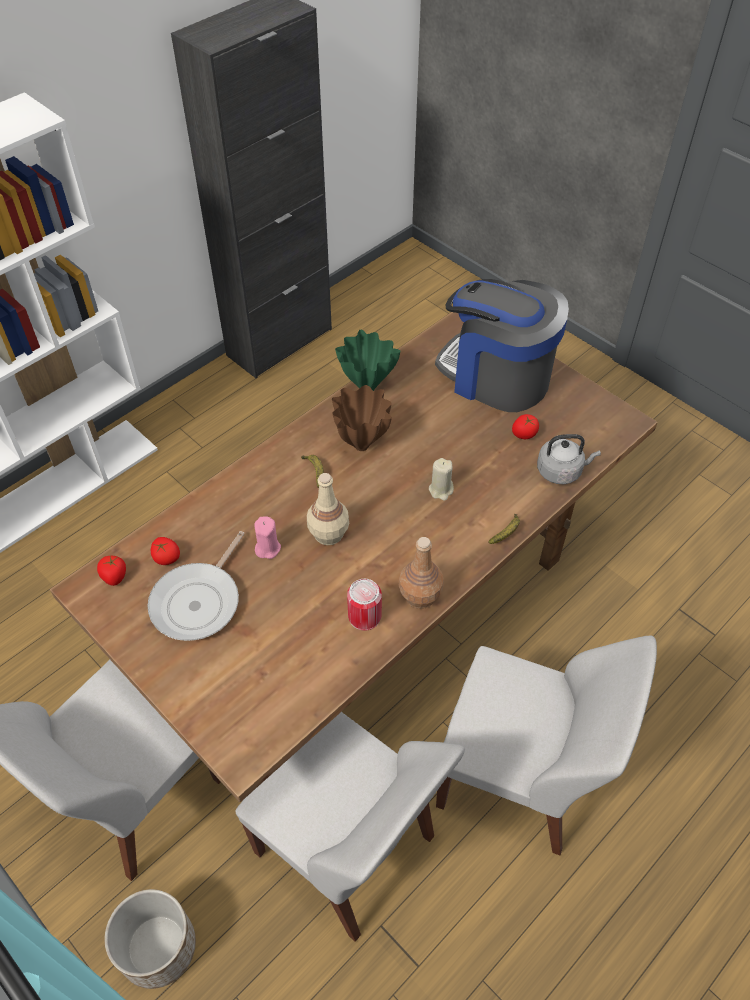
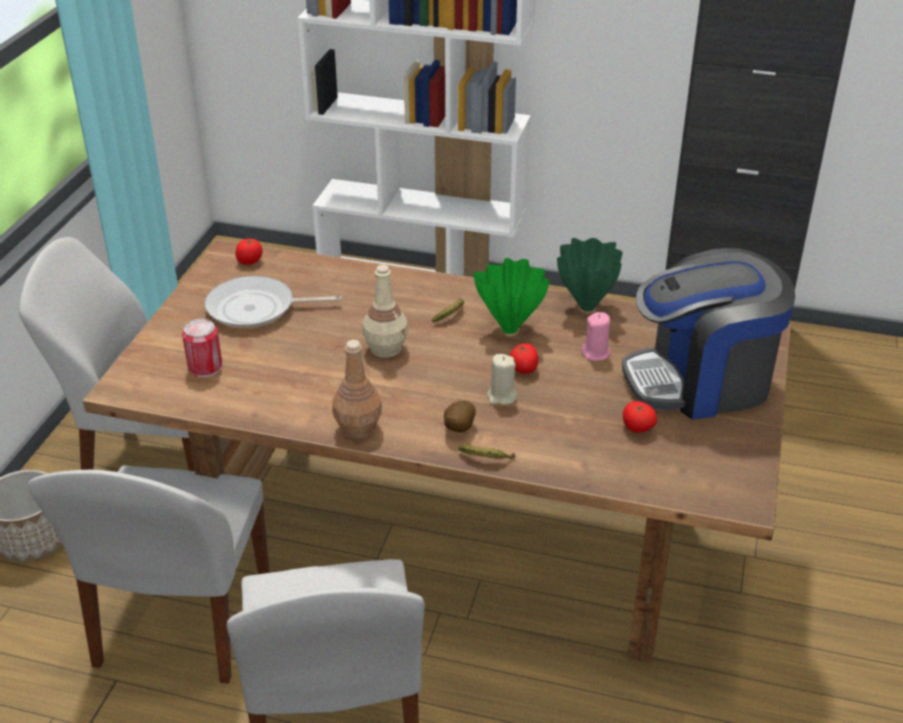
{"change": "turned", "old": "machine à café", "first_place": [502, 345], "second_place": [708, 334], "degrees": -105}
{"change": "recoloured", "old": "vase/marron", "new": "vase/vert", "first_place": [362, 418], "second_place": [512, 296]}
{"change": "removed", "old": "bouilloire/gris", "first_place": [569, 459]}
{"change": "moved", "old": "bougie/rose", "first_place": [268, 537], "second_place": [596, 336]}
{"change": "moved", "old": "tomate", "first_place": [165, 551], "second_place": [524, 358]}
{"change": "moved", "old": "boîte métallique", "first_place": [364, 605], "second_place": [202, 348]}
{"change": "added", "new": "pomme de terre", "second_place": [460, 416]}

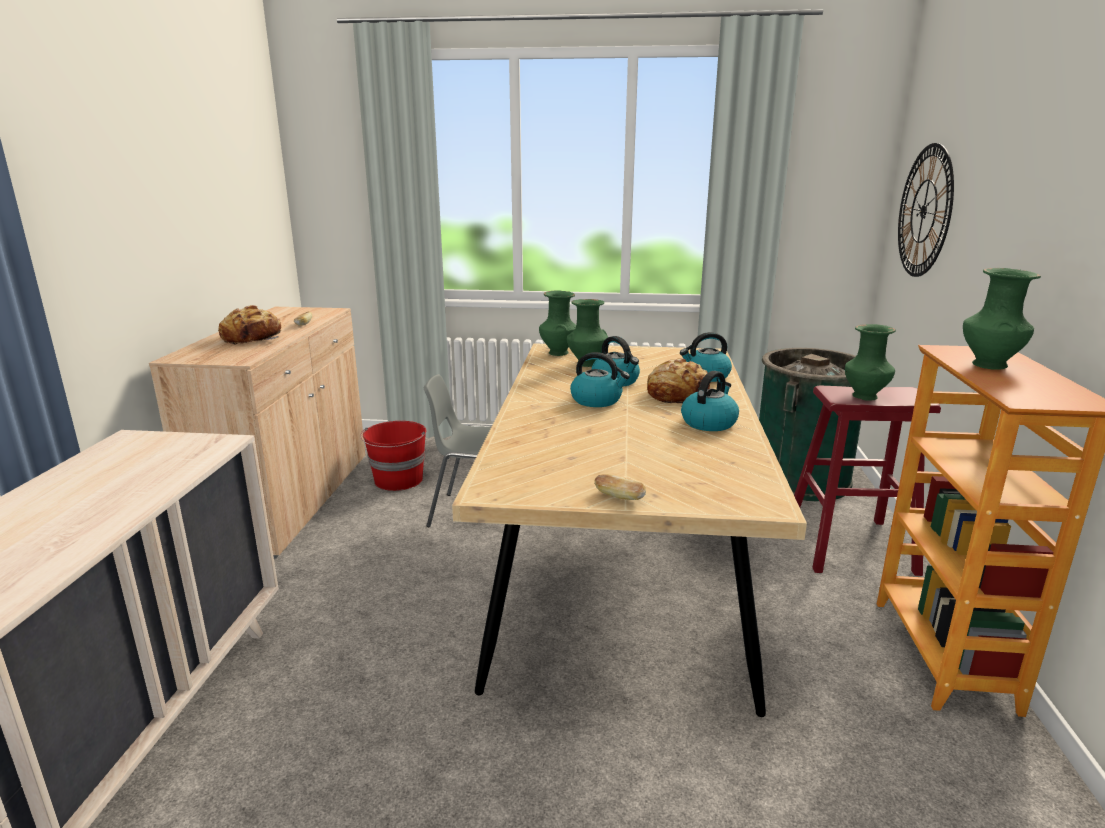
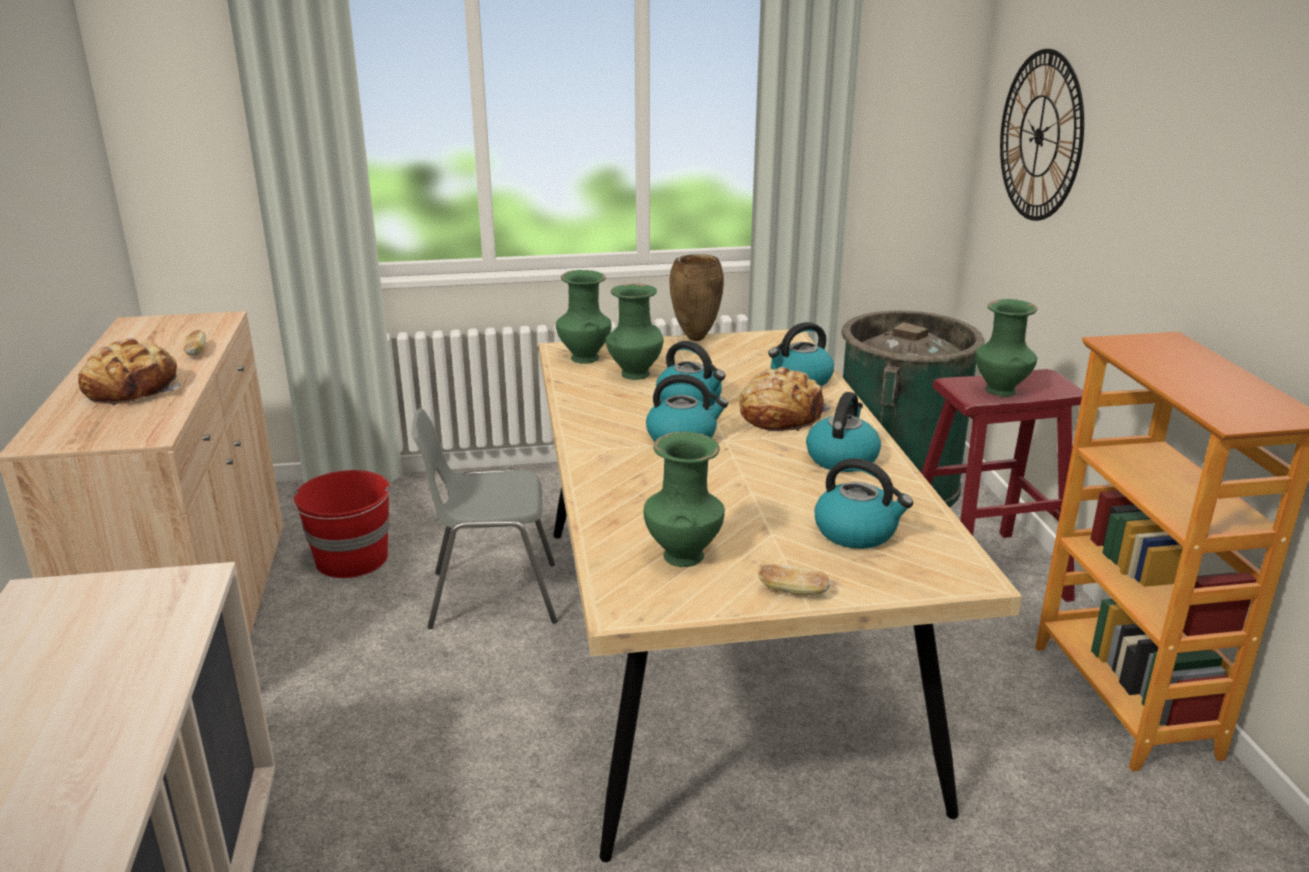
{"change": "moved", "old": "vase/vert", "first_place": [1002, 319], "second_place": [684, 499]}
{"change": "added", "new": "vase/marron", "second_place": [696, 297]}
{"change": "added", "new": "bouilloire", "second_place": [864, 504]}

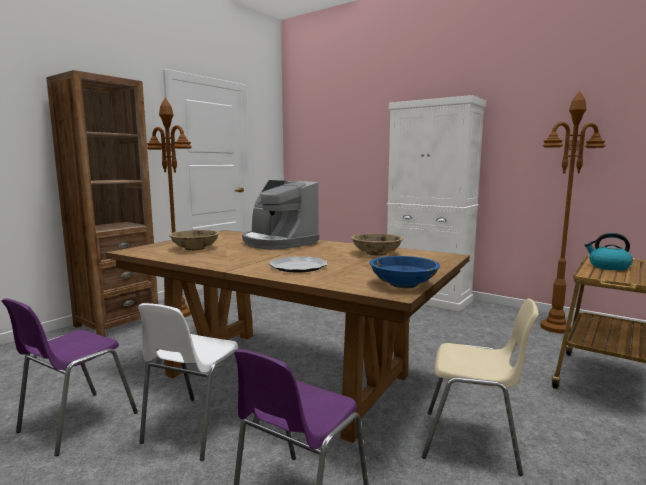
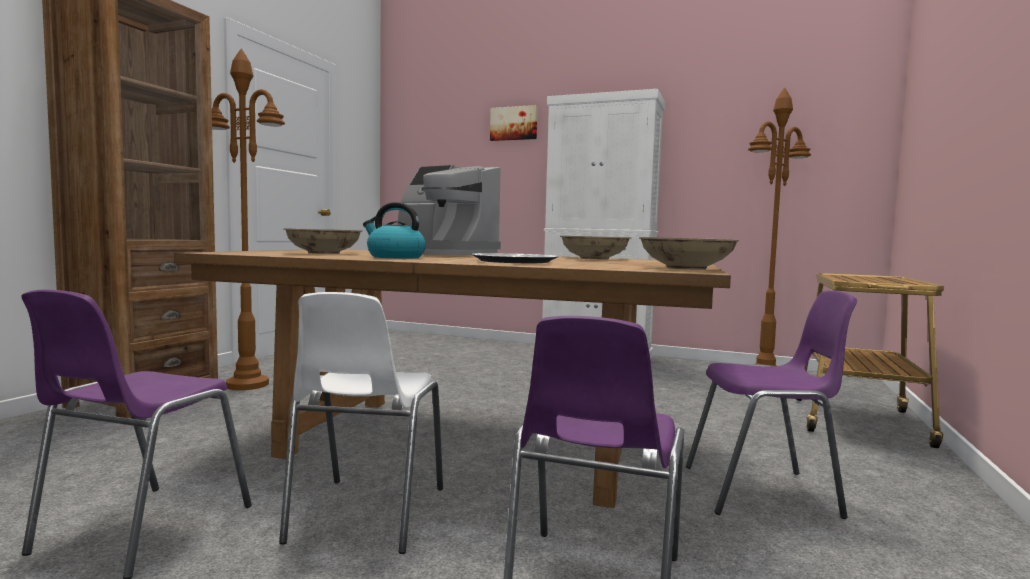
{"change": "moved", "old": "bouilloire", "first_place": [608, 251], "second_place": [394, 230]}
{"change": "recoloured", "old": "bol/bleu", "new": "bol/beige", "first_place": [404, 272], "second_place": [689, 253]}
{"change": "recoloured", "old": "chaise/beige", "new": "chaise/violet", "first_place": [480, 387], "second_place": [771, 404]}
{"change": "added", "new": "tableau", "second_place": [514, 123]}

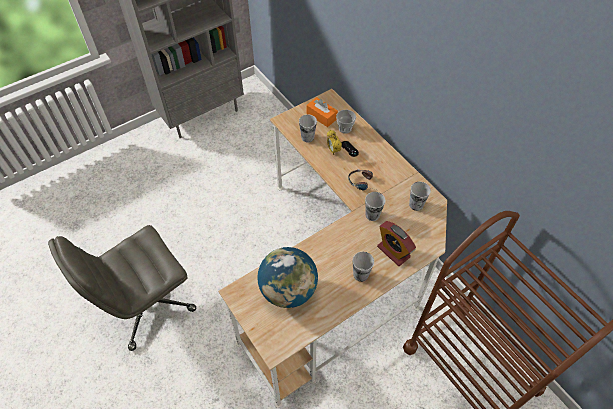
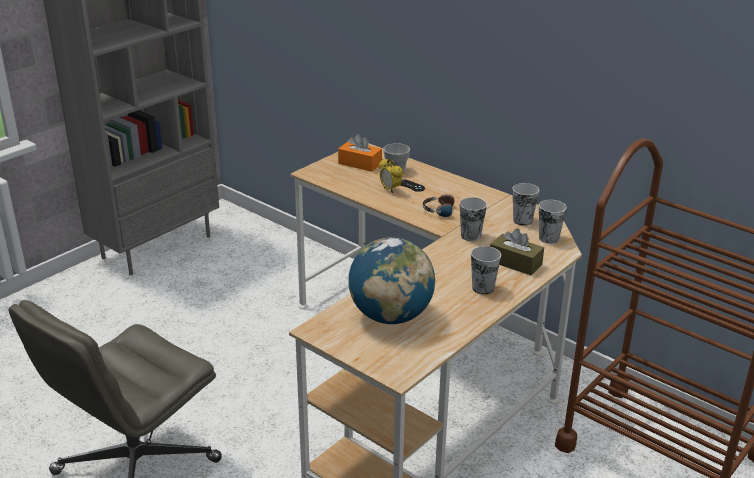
{"change": "moved", "old": "tasse", "first_place": [308, 128], "second_place": [553, 222]}
{"change": "replaced", "old": "réveil", "new": "boîte à mouchoirs/marron", "first_place": [396, 243], "second_place": [517, 251]}

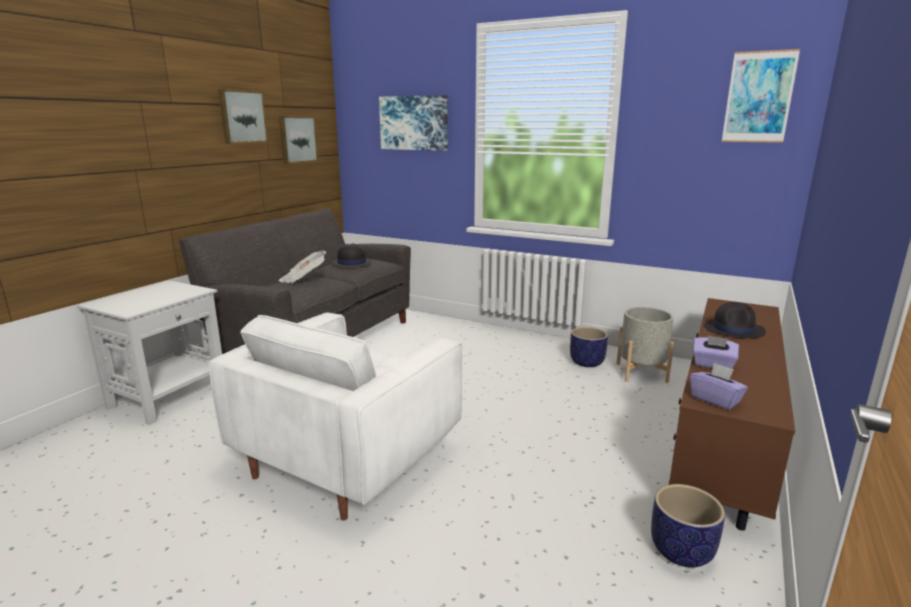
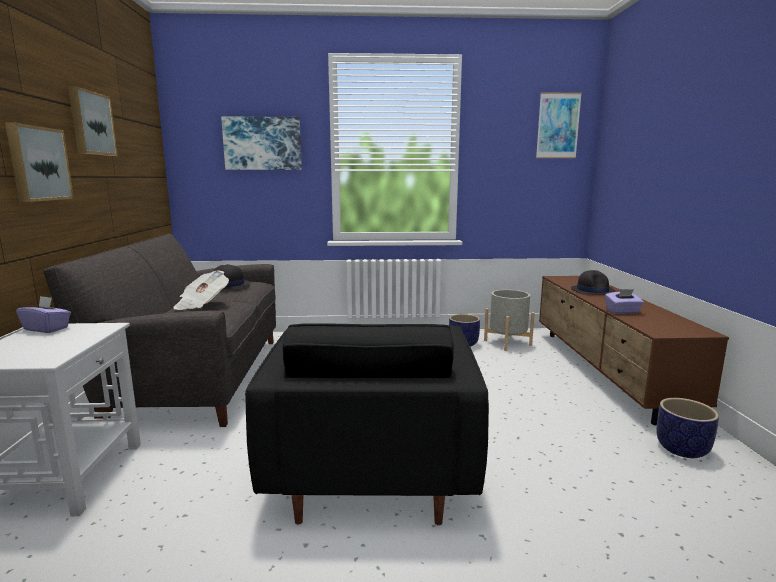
{"change": "moved", "old": "tableau", "first_place": [298, 140], "second_place": [39, 162]}
{"change": "recoloured", "old": "fauteuil/blanc", "new": "fauteuil/noir", "first_place": [336, 416], "second_place": [367, 424]}
{"change": "moved", "old": "boîte à mouchoirs/violet", "first_place": [719, 386], "second_place": [43, 314]}

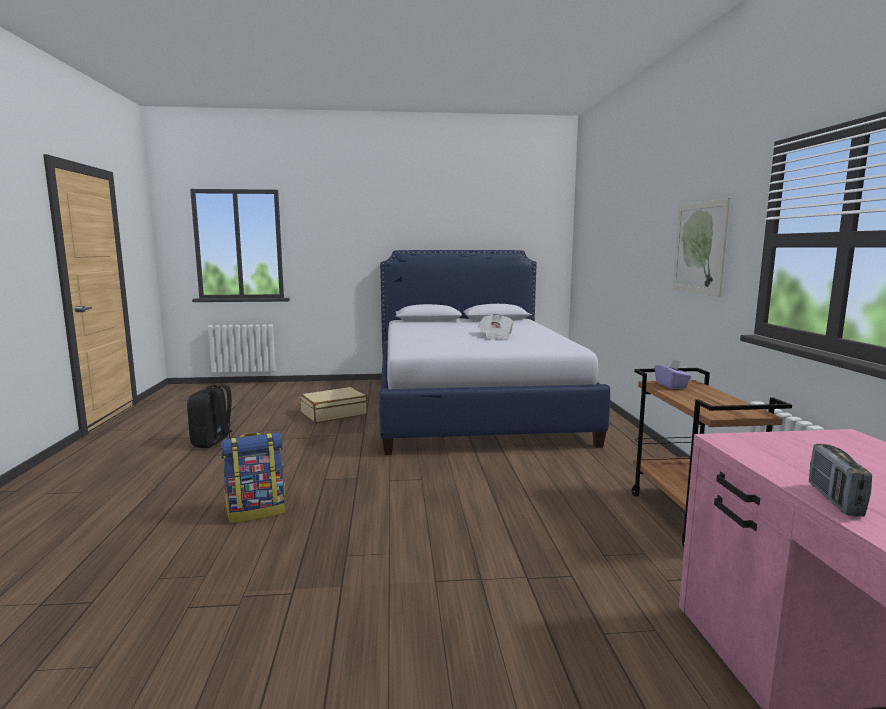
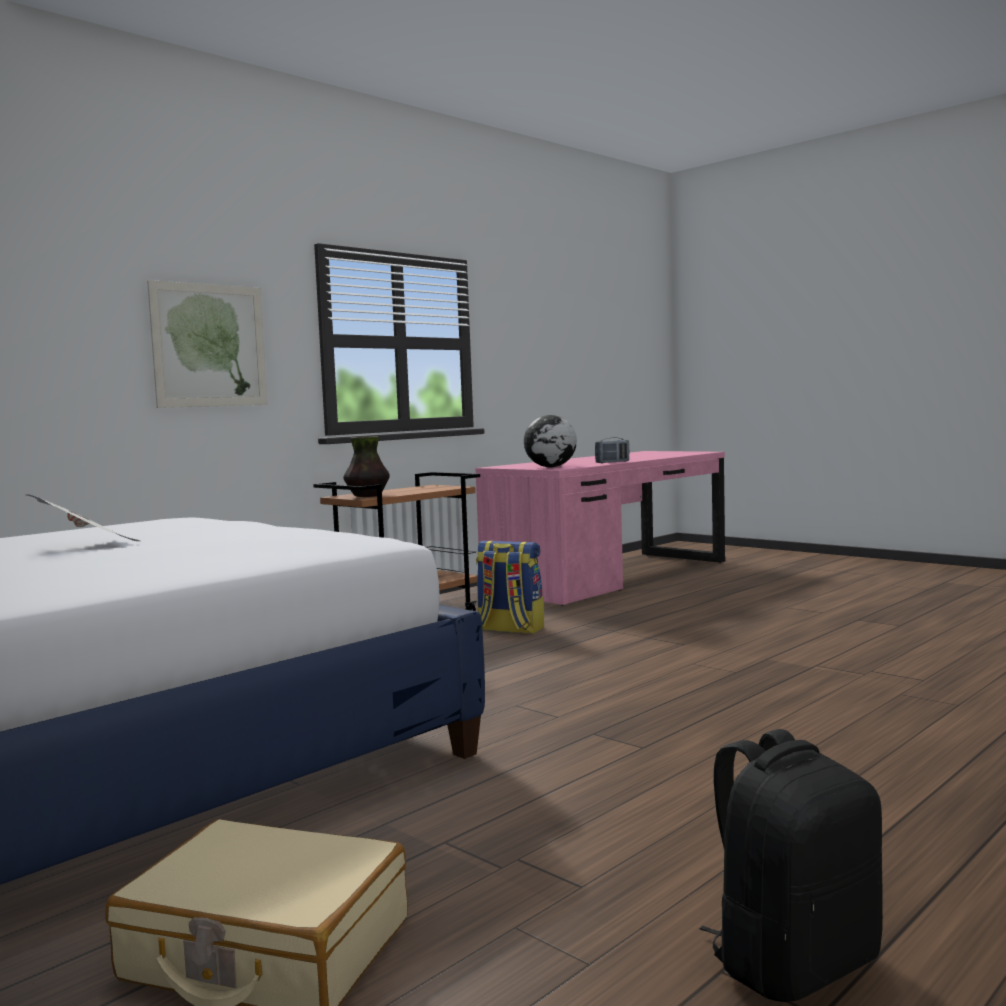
{"change": "replaced", "old": "boîte à mouchoirs/violet", "new": "vase", "first_place": [672, 374], "second_place": [367, 466]}
{"change": "moved", "old": "sac à dos", "first_place": [253, 478], "second_place": [510, 587]}
{"change": "added", "new": "globe", "second_place": [550, 441]}

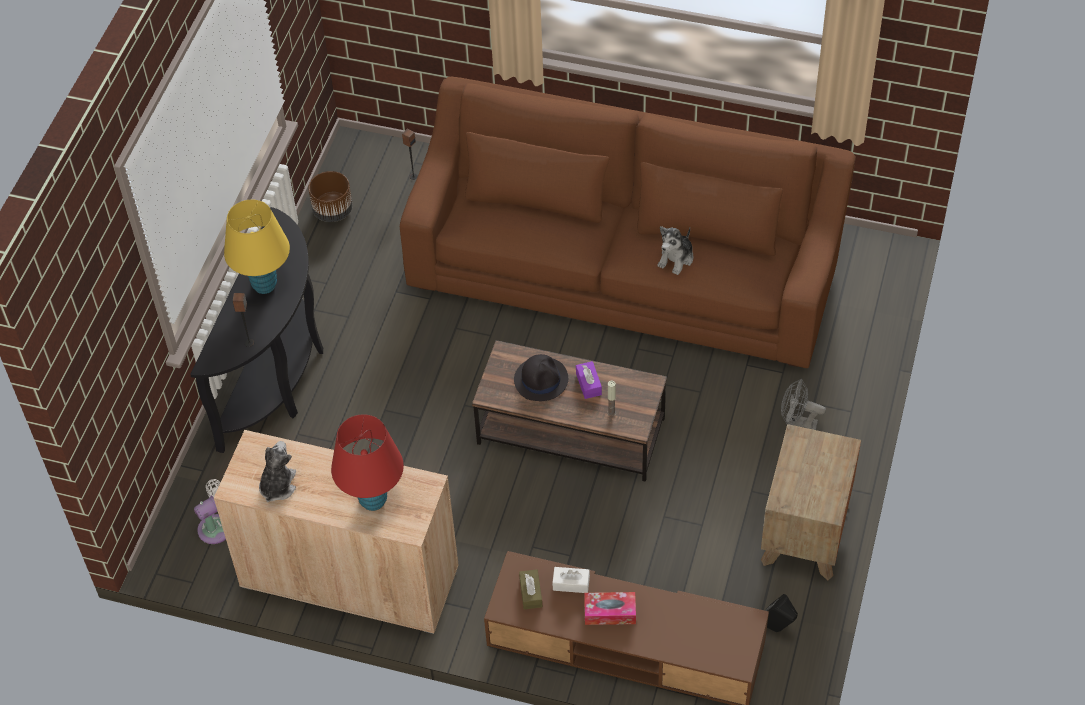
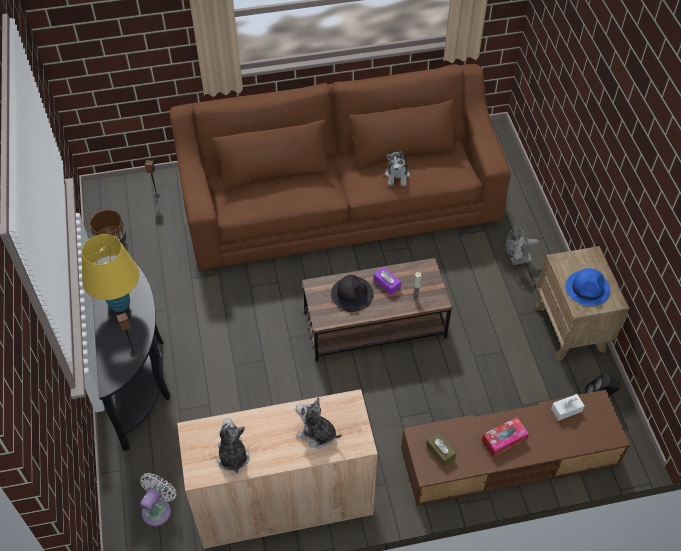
{"change": "replaced", "old": "lampe de table/rouge", "new": "peluche", "first_place": [367, 462], "second_place": [319, 423]}
{"change": "moved", "old": "boîte à mouchoirs/blanc", "first_place": [571, 580], "second_place": [568, 407]}
{"change": "added", "new": "chapeau/bleu", "second_place": [588, 287]}

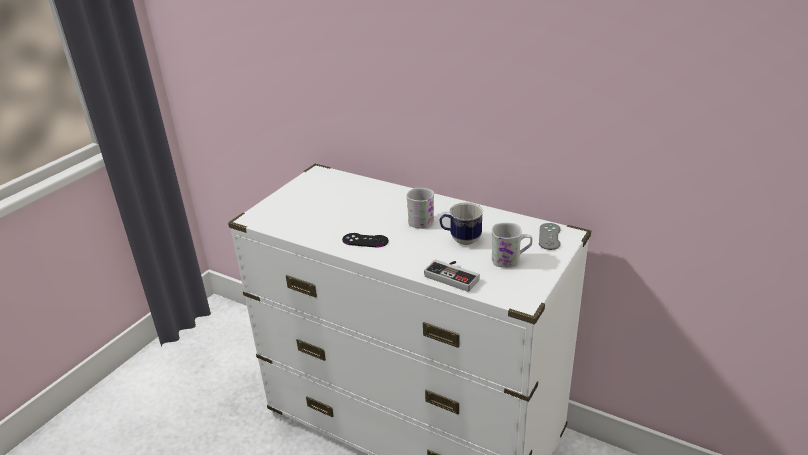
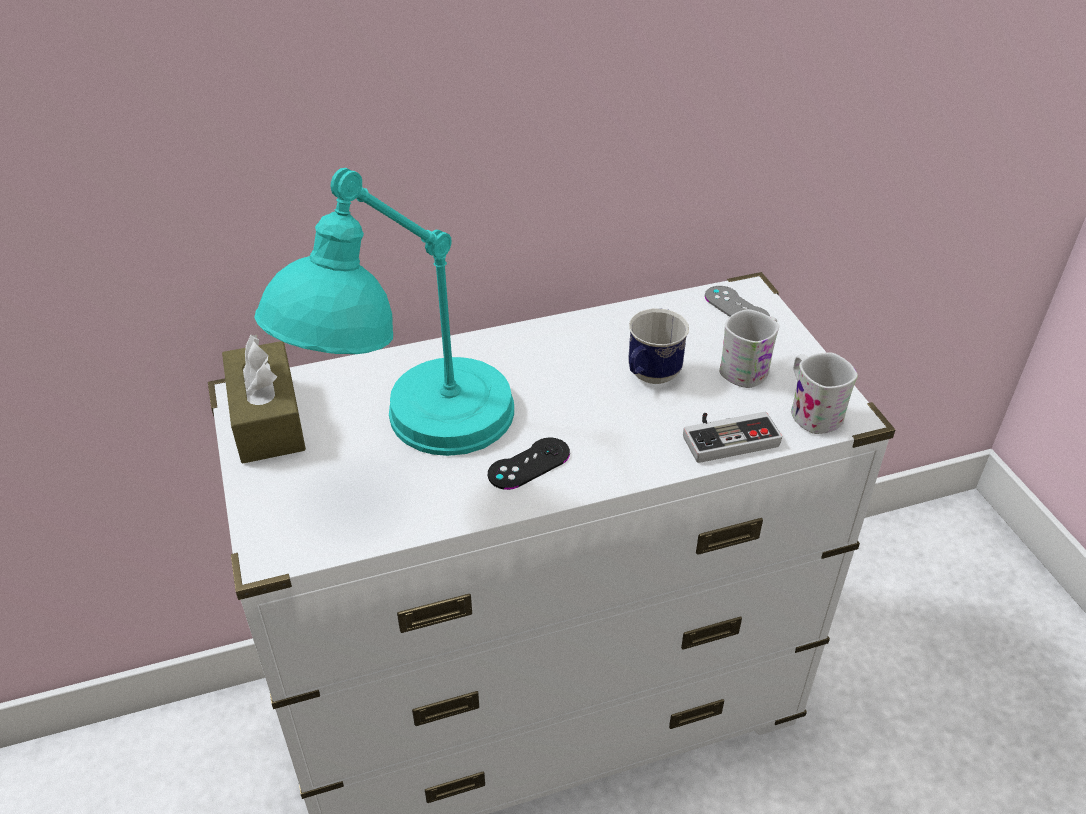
{"change": "moved", "old": "mug/blanc", "first_place": [420, 208], "second_place": [824, 393]}
{"change": "added", "new": "lampe de table/turquoise", "second_place": [384, 312]}
{"change": "added", "new": "boîte à mouchoirs/marron", "second_place": [264, 398]}

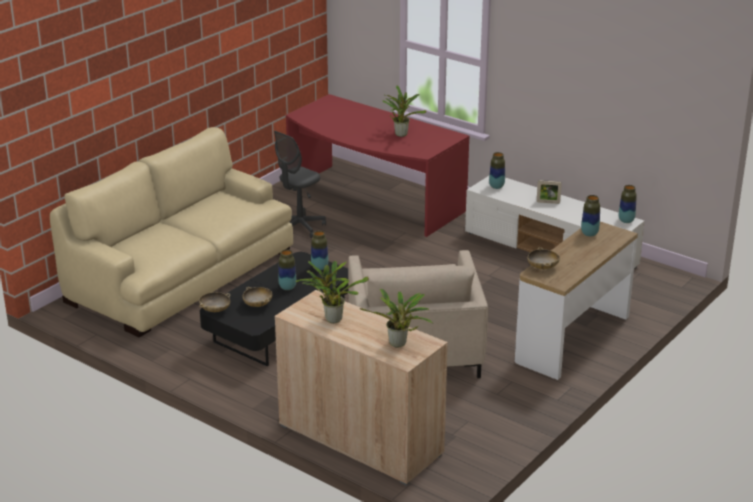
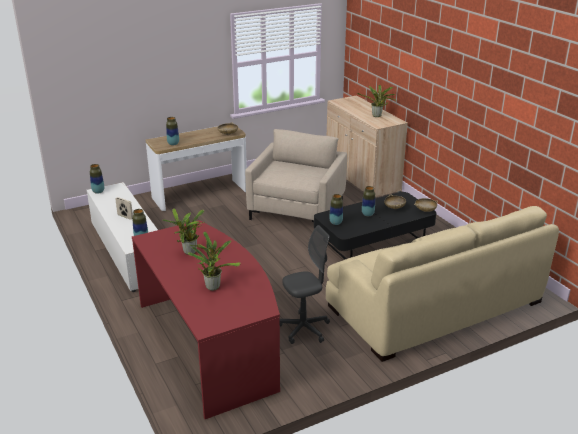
{"change": "moved", "old": "plante en pot", "first_place": [395, 318], "second_place": [214, 261]}

